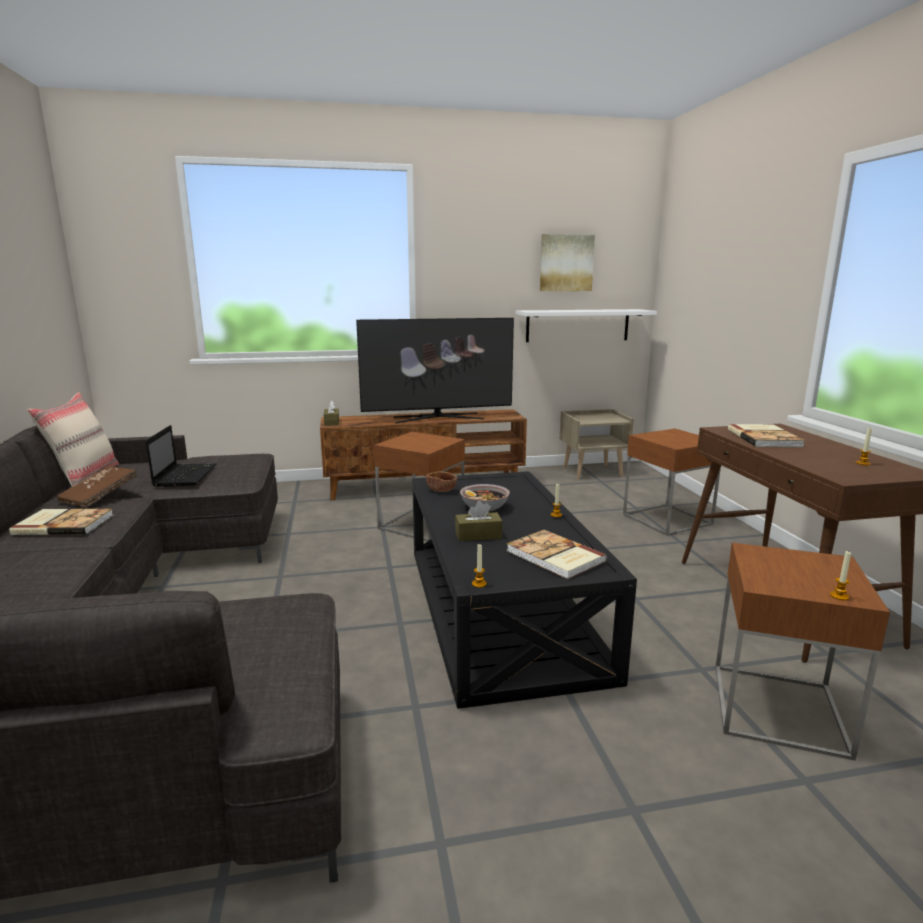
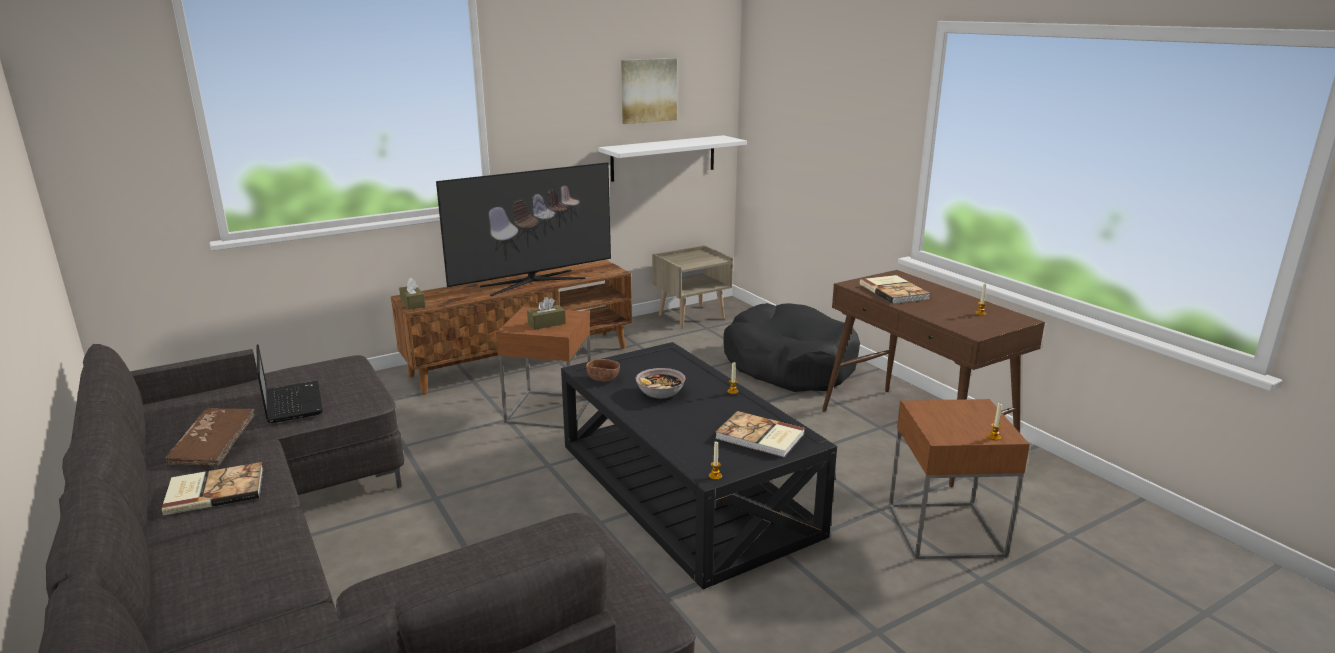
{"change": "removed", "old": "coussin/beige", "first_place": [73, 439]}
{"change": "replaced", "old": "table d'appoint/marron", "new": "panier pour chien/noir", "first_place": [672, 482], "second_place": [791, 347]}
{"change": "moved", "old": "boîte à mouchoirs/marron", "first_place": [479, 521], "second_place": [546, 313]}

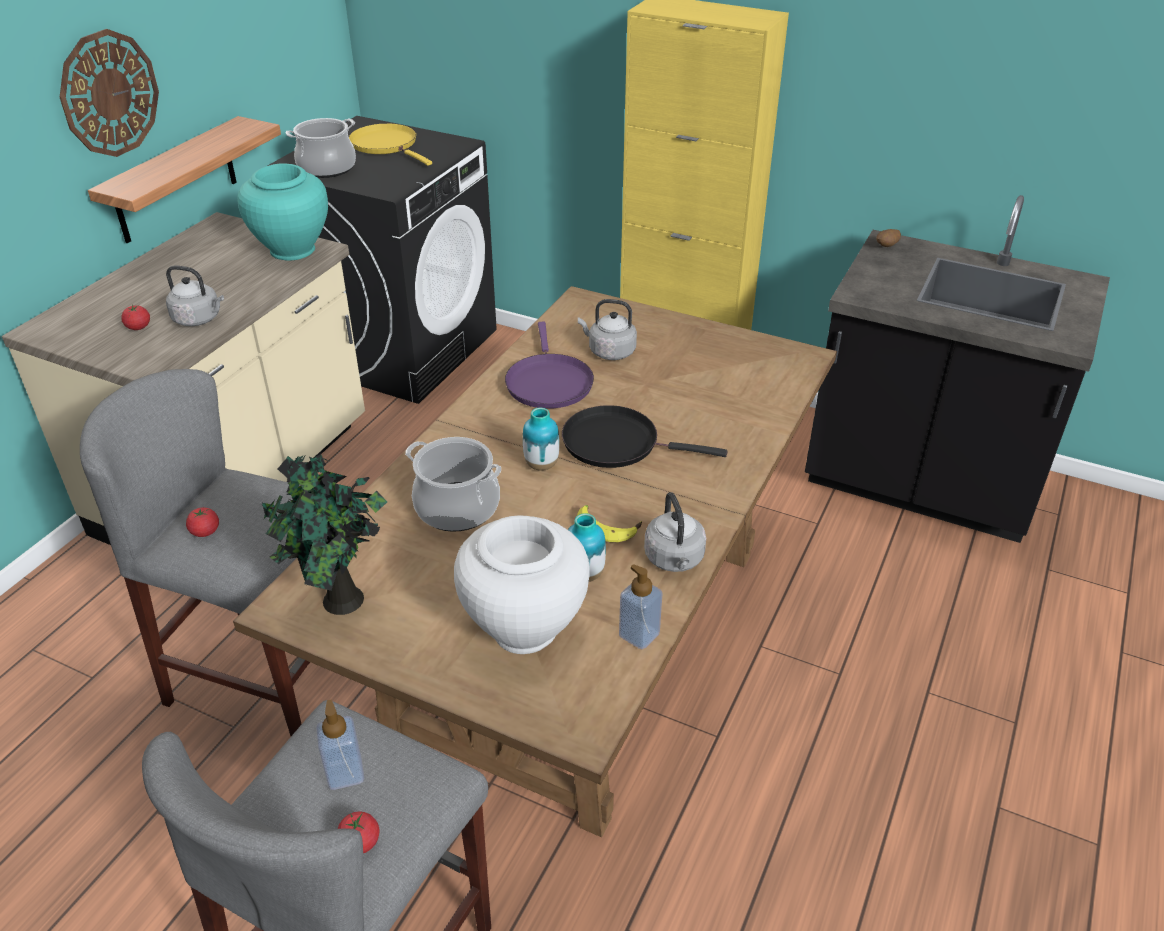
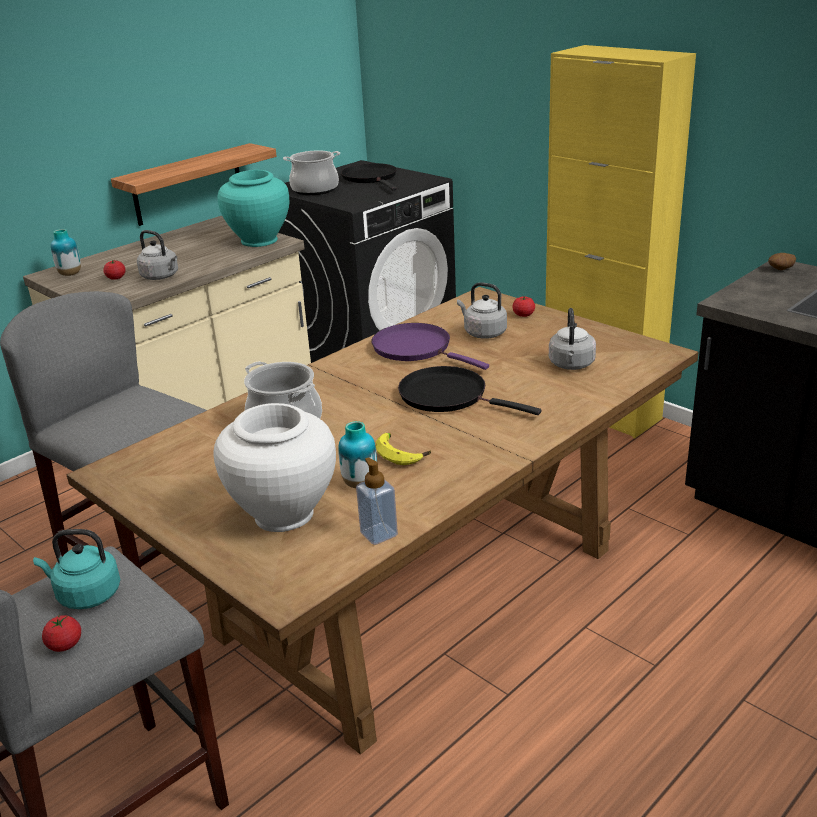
{"change": "removed", "old": "horloge murale", "first_place": [109, 93]}
{"change": "recoloured", "old": "poêle/jaune", "new": "poêle/noir", "first_place": [390, 144], "second_place": [369, 176]}
{"change": "turned", "old": "poêle/violet", "first_place": [549, 365], "second_place": [430, 346], "degrees": 120}
{"change": "moved", "old": "vase", "first_place": [541, 439], "second_place": [66, 252]}
{"change": "removed", "old": "plante en pot", "first_place": [324, 534]}
{"change": "moved", "old": "bouilloire/gris", "first_place": [675, 532], "second_place": [572, 339]}
{"change": "moved", "old": "tomate", "first_place": [202, 522], "second_place": [523, 306]}
{"change": "replaced", "old": "distributeur de savon", "new": "bouilloire/turquoise", "first_place": [340, 745], "second_place": [77, 569]}

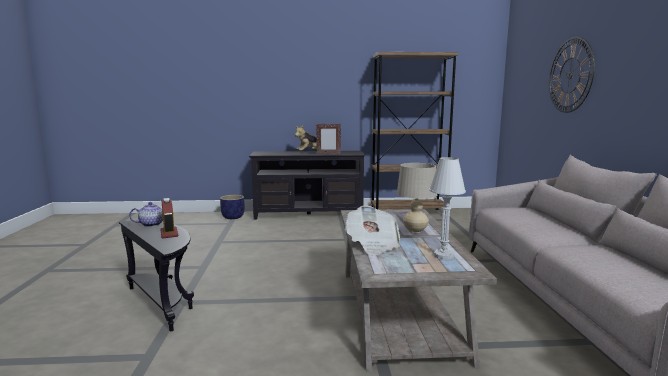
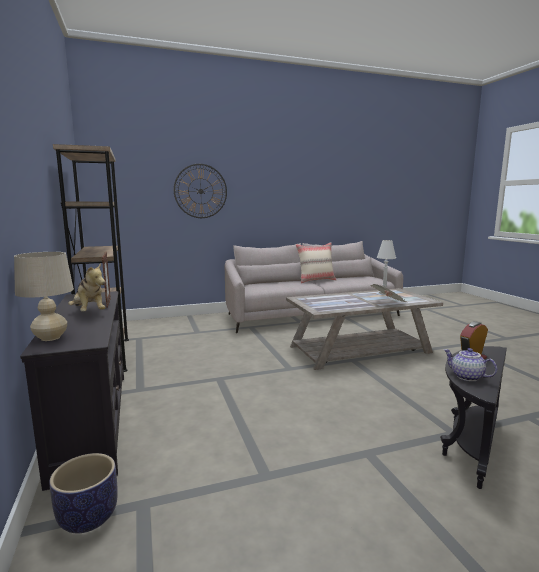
{"change": "moved", "old": "lampe de table/beige", "first_place": [417, 198], "second_place": [44, 296]}
{"change": "added", "new": "coussin/beige", "second_place": [316, 263]}

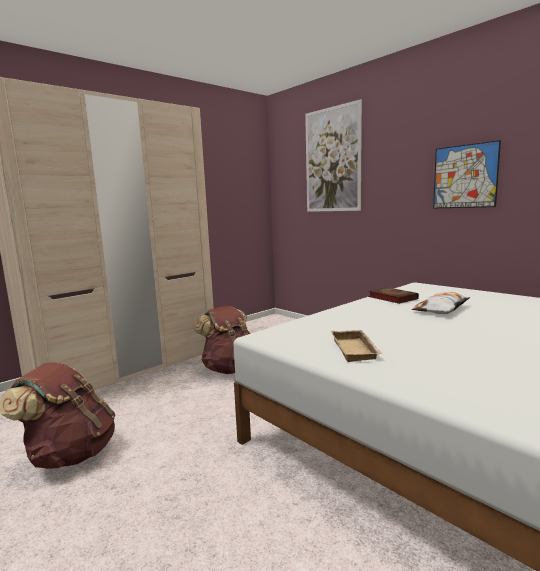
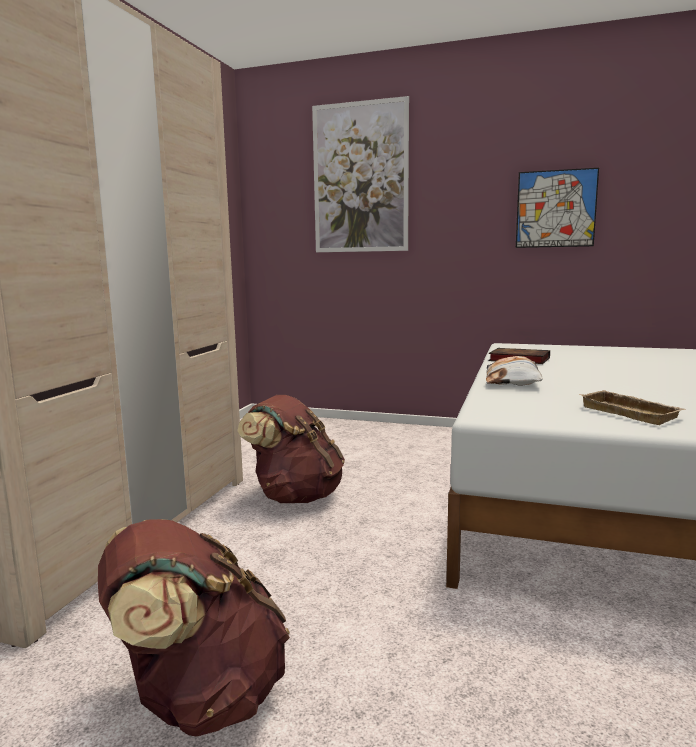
{"change": "moved", "old": "coussin", "first_place": [440, 303], "second_place": [514, 370]}

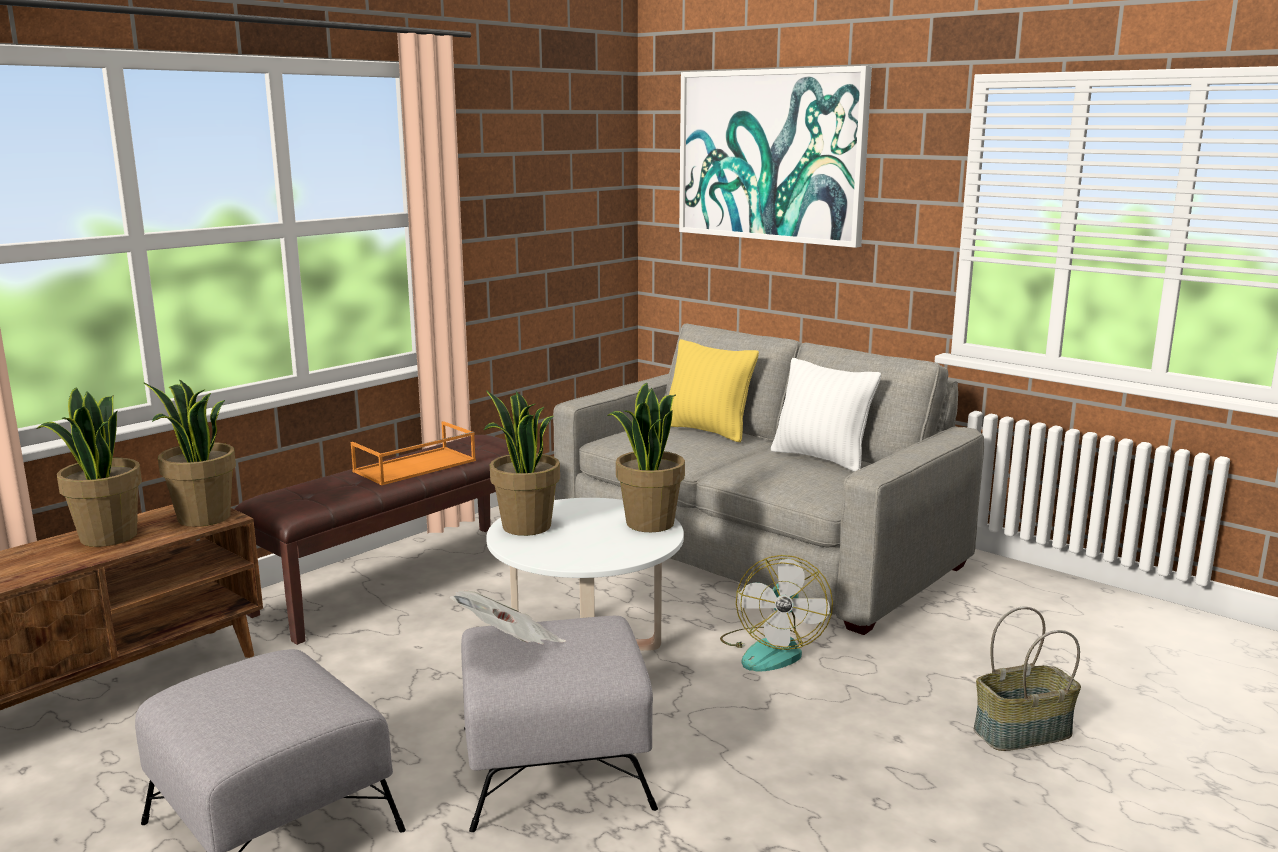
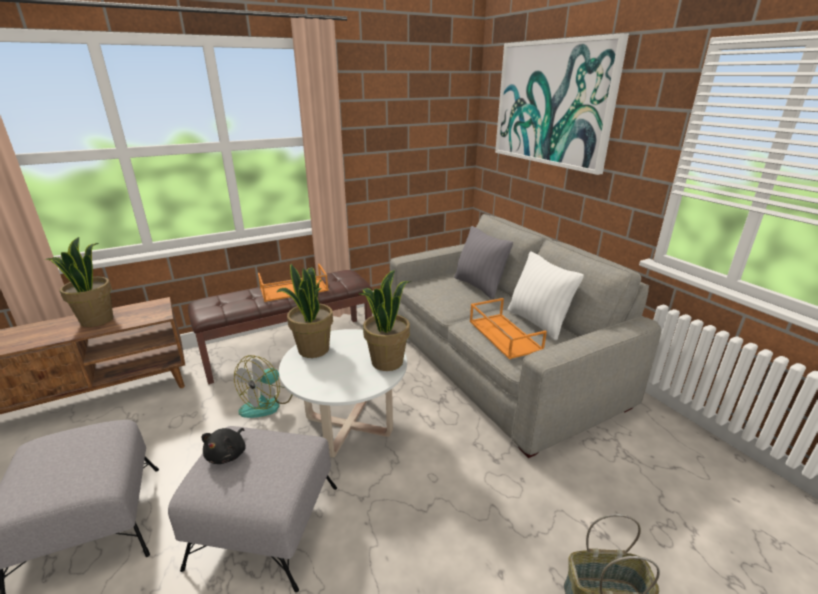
{"change": "recoloured", "old": "coussin/jaune", "new": "coussin/gris", "first_place": [714, 390], "second_place": [483, 262]}
{"change": "removed", "old": "plante en pot", "first_place": [189, 453]}
{"change": "moved", "old": "ventilateur", "first_place": [776, 613], "second_place": [263, 386]}
{"change": "replaced", "old": "journal", "new": "peluche/noir", "first_place": [507, 617], "second_place": [223, 446]}
{"change": "added", "new": "plateau/orange", "second_place": [508, 328]}

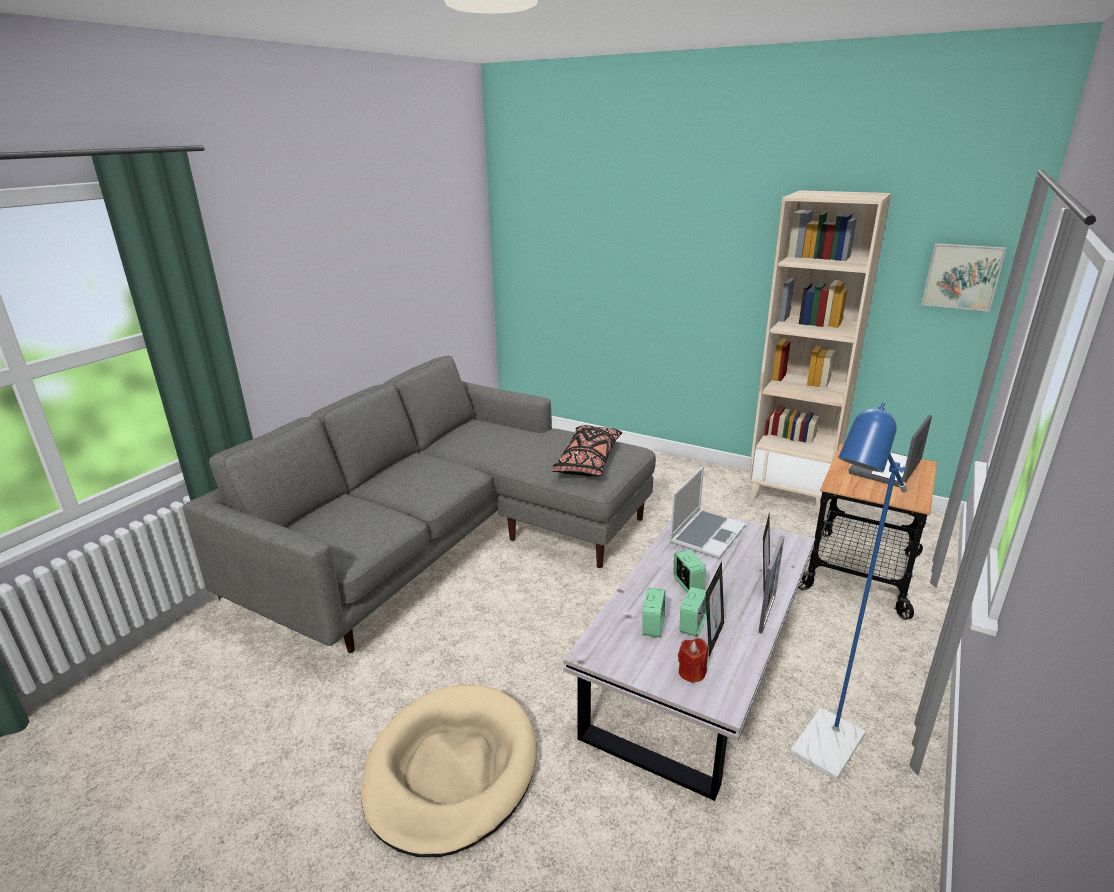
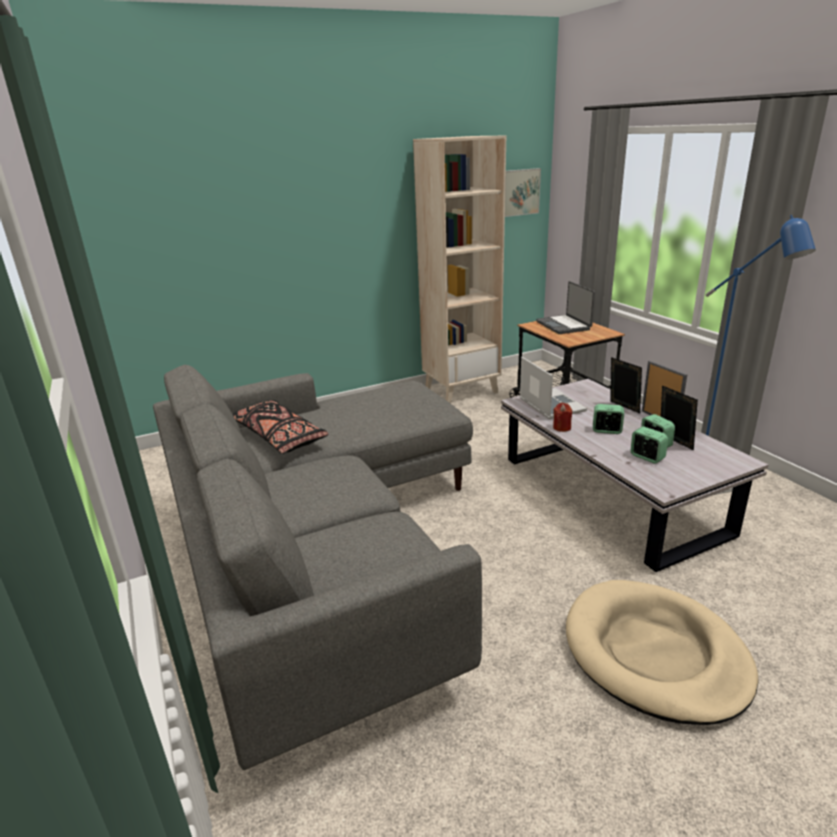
{"change": "moved", "old": "coussin/noir", "first_place": [587, 450], "second_place": [280, 427]}
{"change": "moved", "old": "bougie/rouge", "first_place": [693, 660], "second_place": [562, 417]}

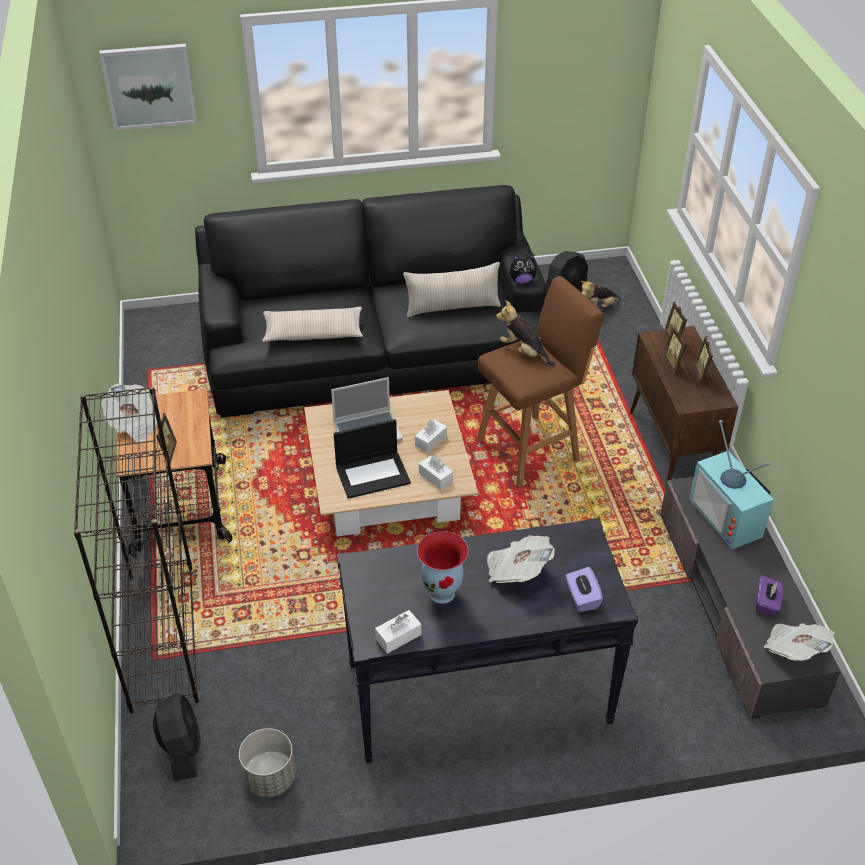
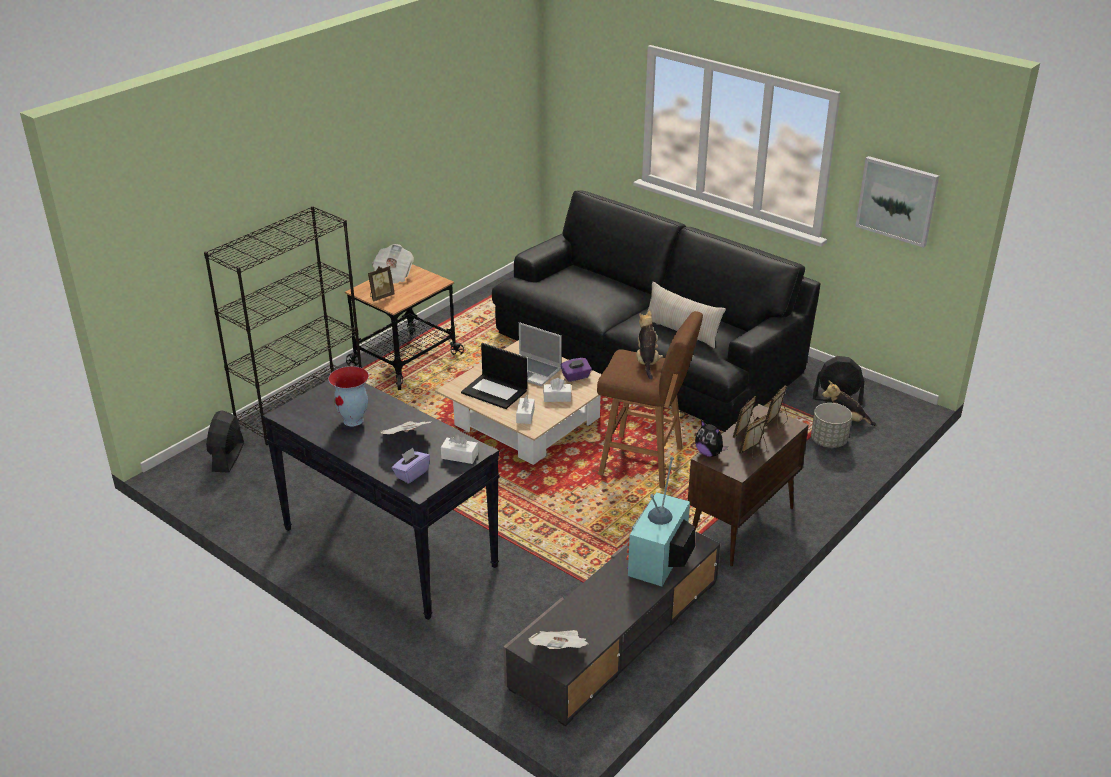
{"change": "moved", "old": "tableau", "first_place": [148, 87], "second_place": [897, 202]}
{"change": "moved", "old": "peluche", "first_place": [523, 269], "second_place": [711, 438]}
{"change": "removed", "old": "coussin/beige", "first_place": [312, 324]}
{"change": "moved", "old": "boîte à mouchoirs/violet", "first_place": [769, 595], "second_place": [576, 370]}
{"change": "moved", "old": "boîte à mouchoirs/blanc", "first_place": [398, 632], "second_place": [459, 449]}
{"change": "turned", "old": "ventilateur/noir", "first_place": [177, 737], "second_place": [225, 442], "degrees": 150}
{"change": "moved", "old": "cache-pot/gris", "first_place": [267, 762], "second_place": [831, 425]}

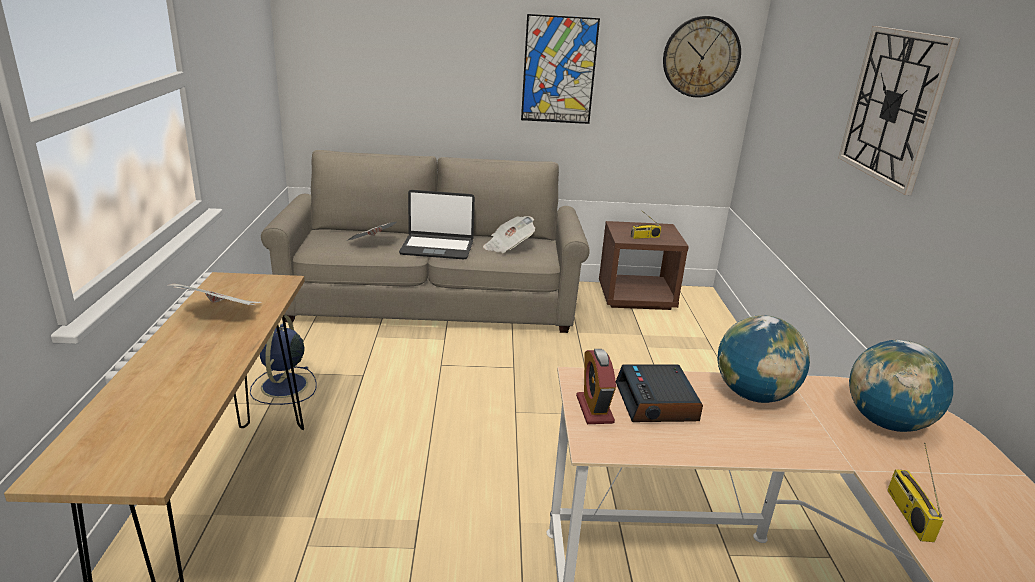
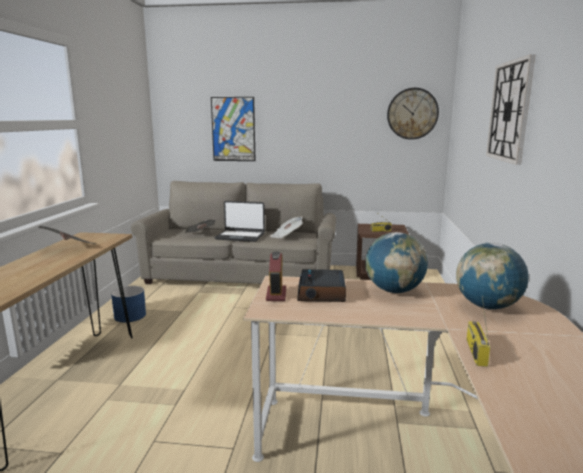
{"change": "moved", "old": "tableau", "first_place": [560, 69], "second_place": [233, 129]}
{"change": "replaced", "old": "ventilateur/bleu", "new": "cache-pot/bleu", "first_place": [283, 360], "second_place": [128, 304]}

